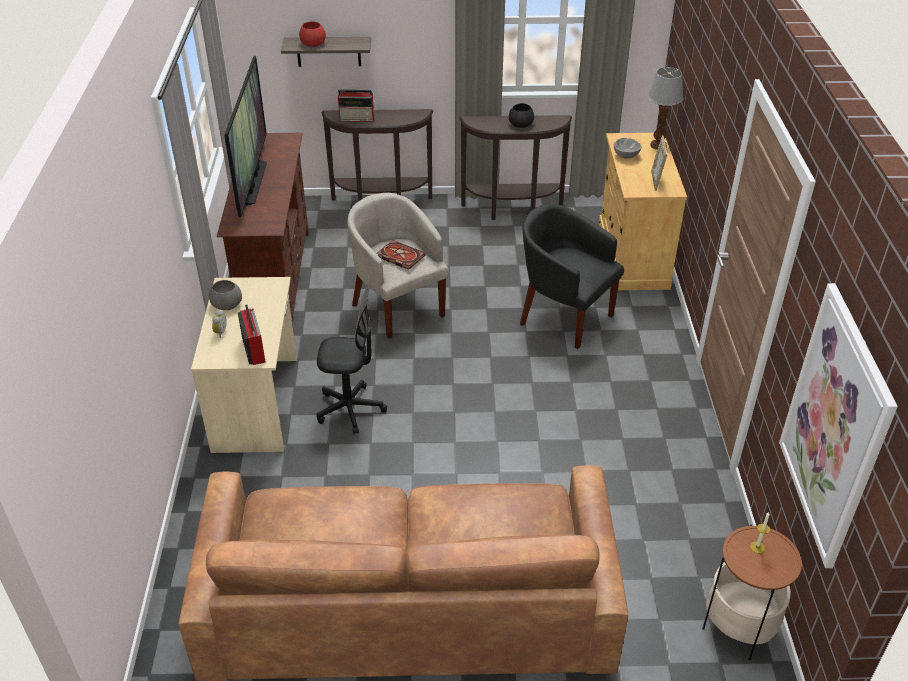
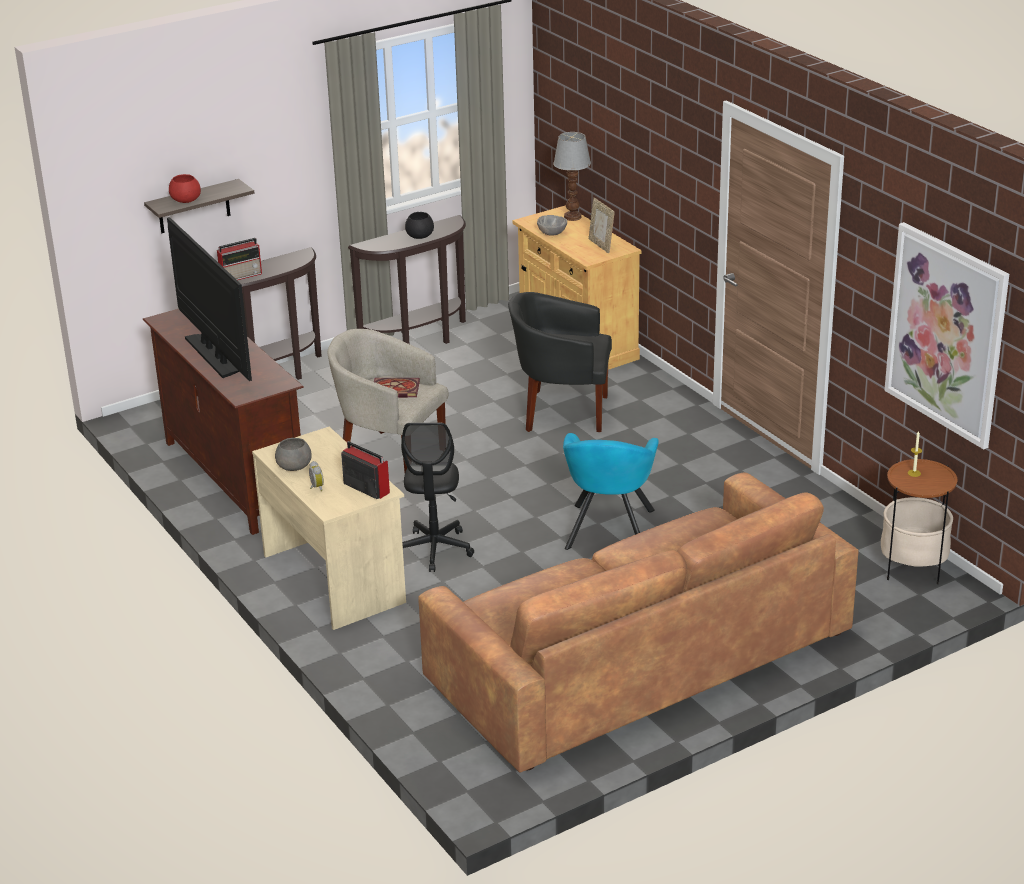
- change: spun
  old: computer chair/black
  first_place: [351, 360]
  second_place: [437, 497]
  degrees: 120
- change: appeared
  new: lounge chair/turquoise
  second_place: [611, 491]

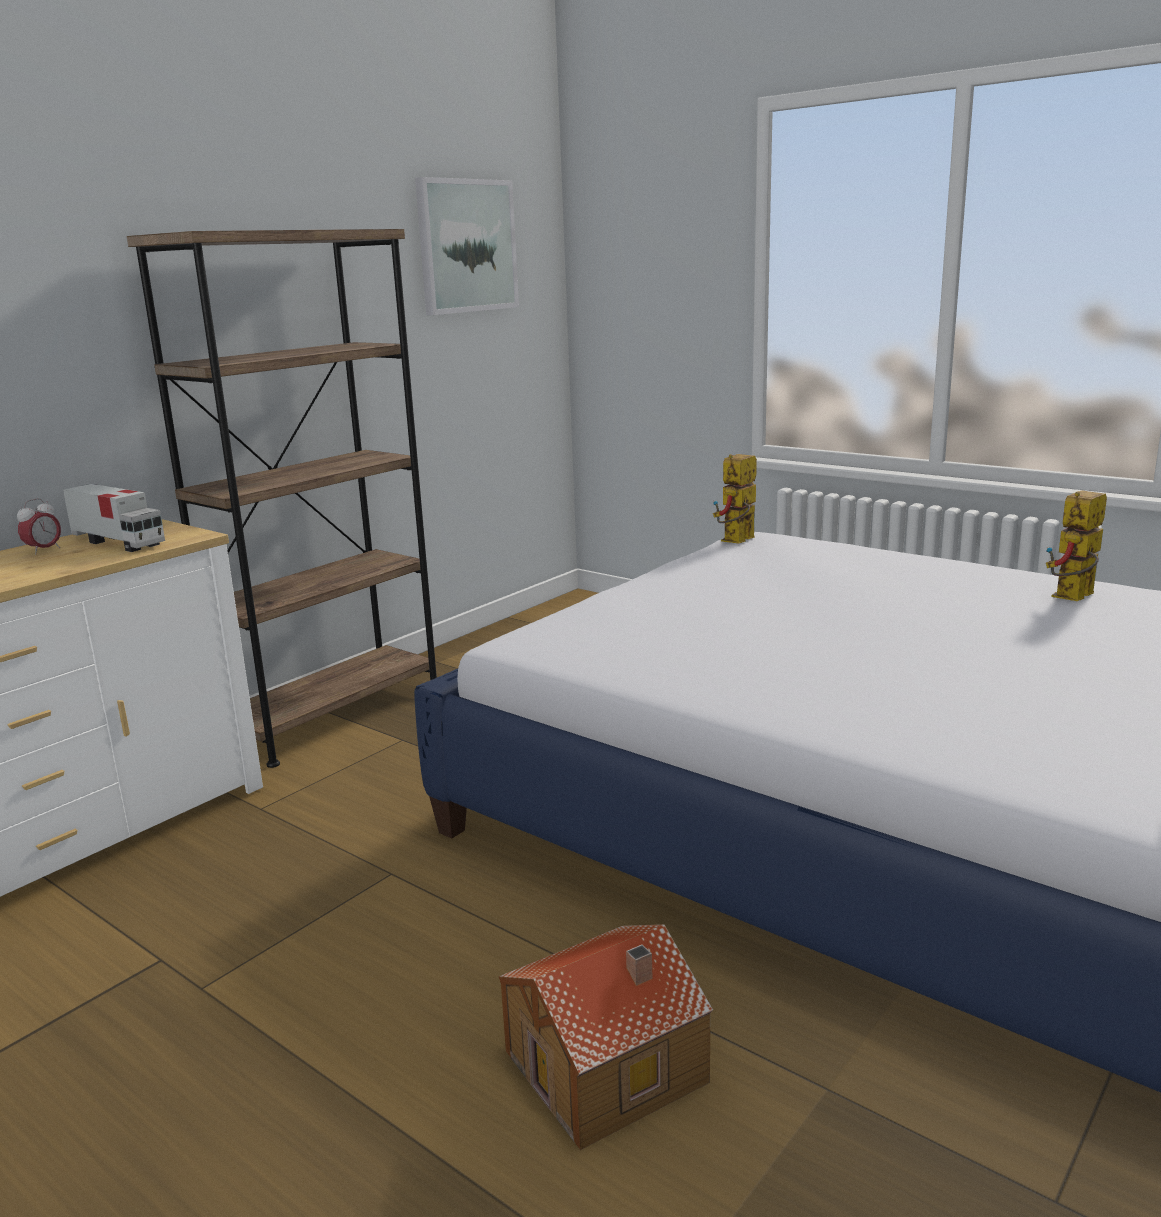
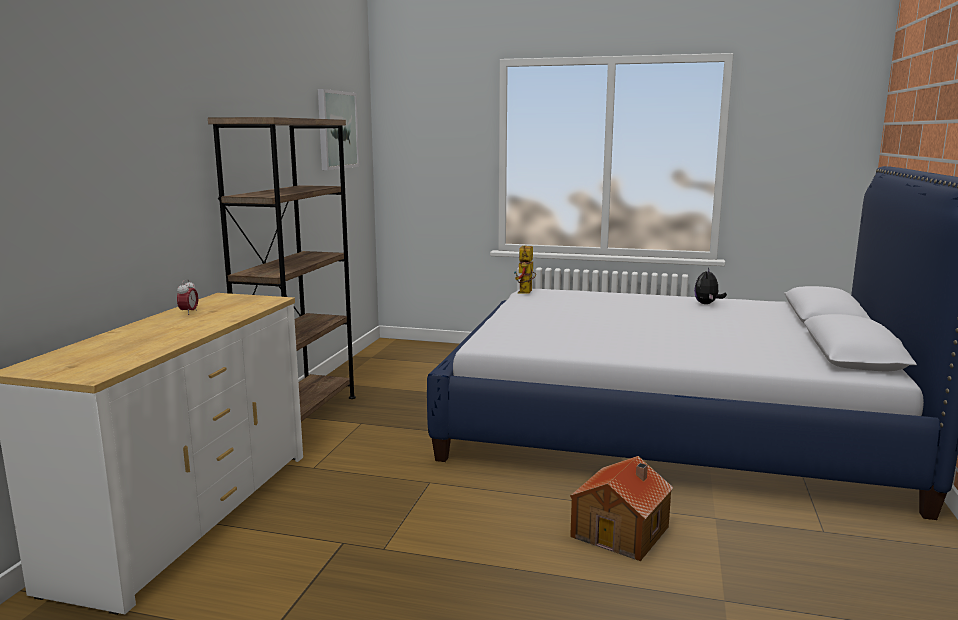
- change: exchanged
  old: model robot
  new: plush toy
  first_place: [1076, 545]
  second_place: [710, 286]
- change: missing
  old: toy lorry
  first_place: [114, 518]

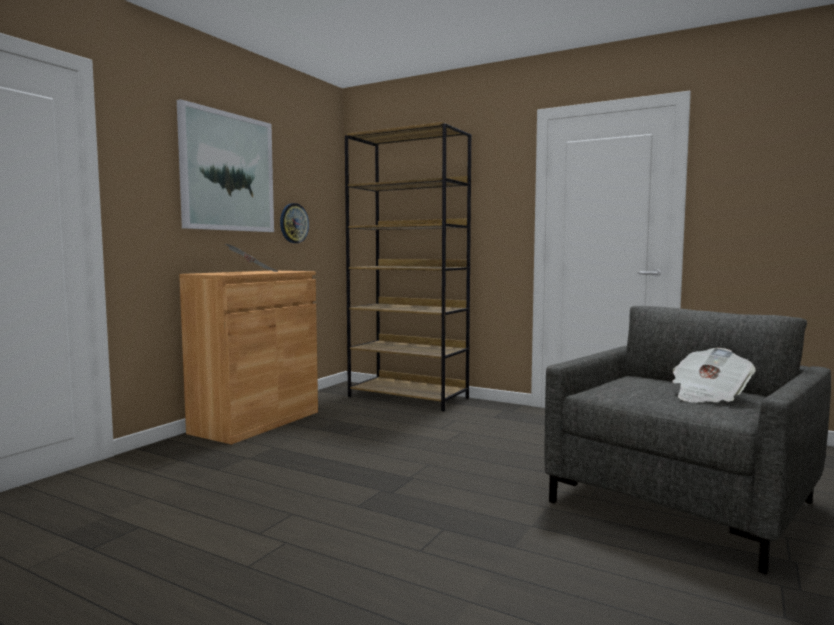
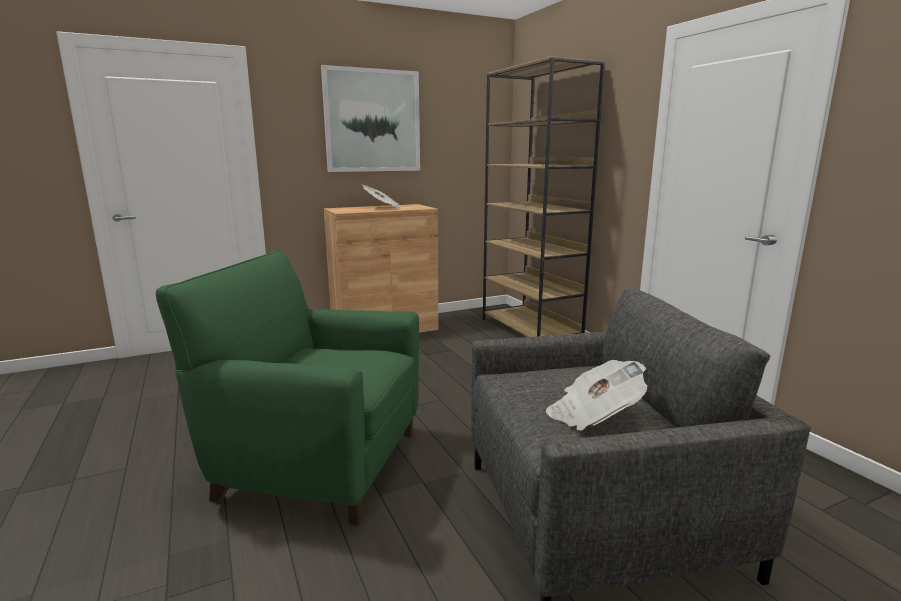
- change: appeared
  new: lounge chair/green-coloured
  second_place: [287, 388]
- change: missing
  old: hanging clock
  first_place: [294, 223]

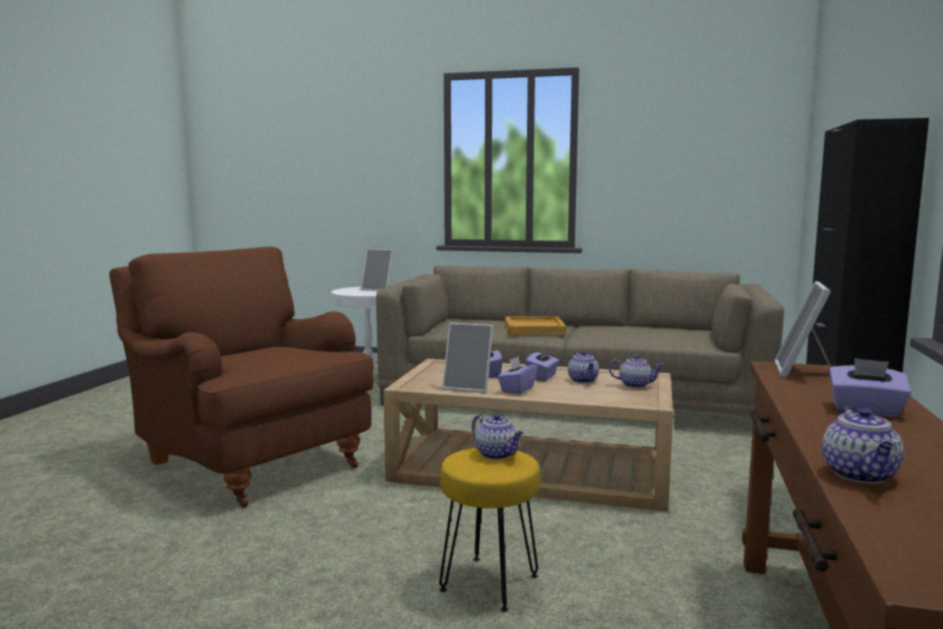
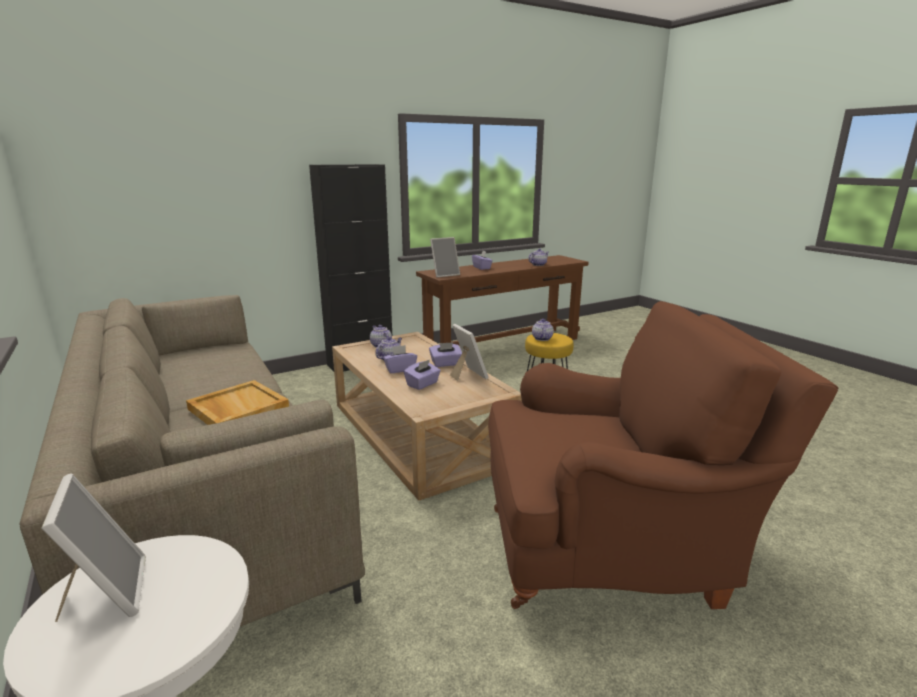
- change: spun
  old: lounge chair/brownish
  first_place: [241, 377]
  second_place: [663, 455]
  degrees: -90

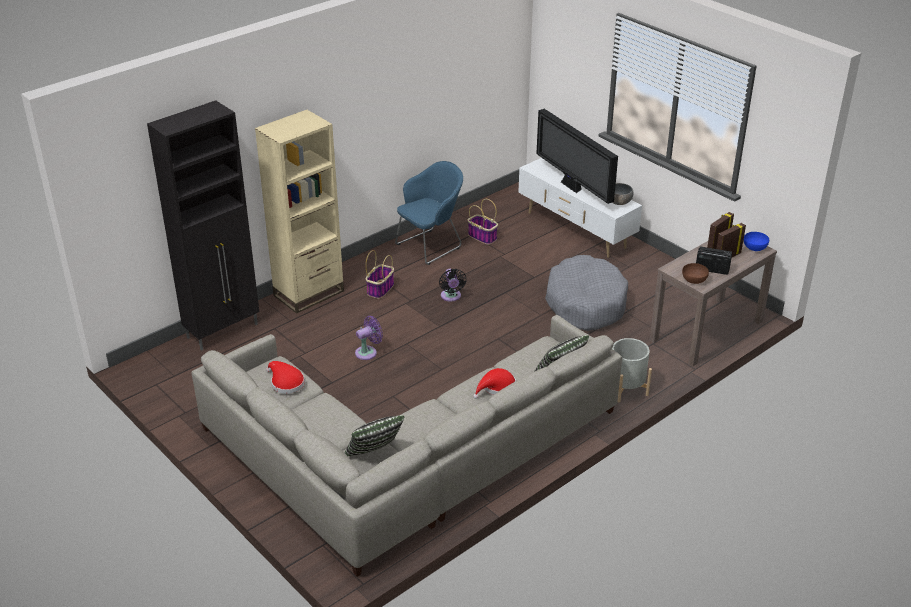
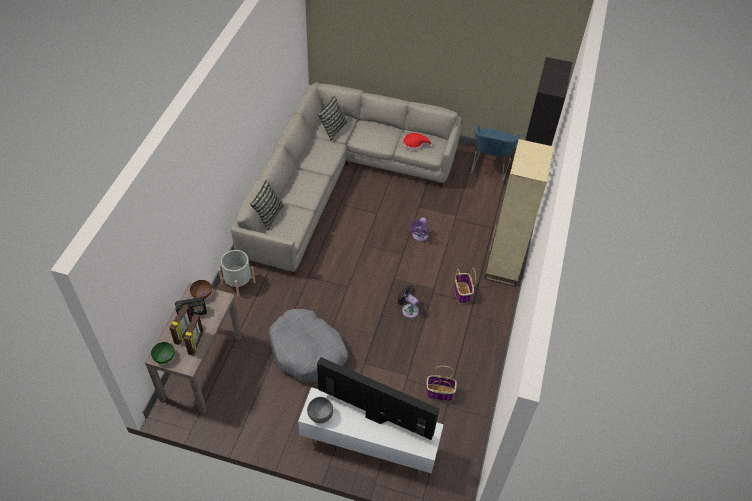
- change: colour
  old: serving bowl/bluish
  new: serving bowl/green-coloured
  first_place: [756, 241]
  second_place: [163, 353]
- change: relocated
  old: lounge chair/bluish
  first_place: [429, 213]
  second_place: [495, 153]
- change: missing
  old: hat/red-coloured
  first_place: [494, 383]

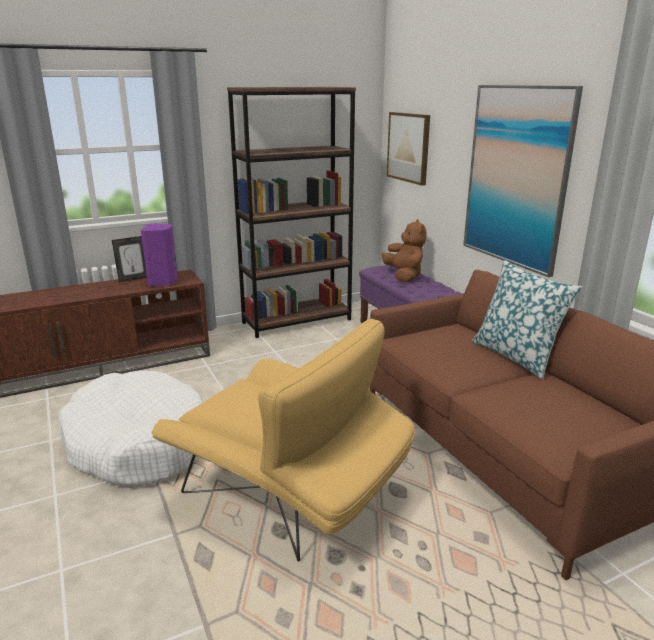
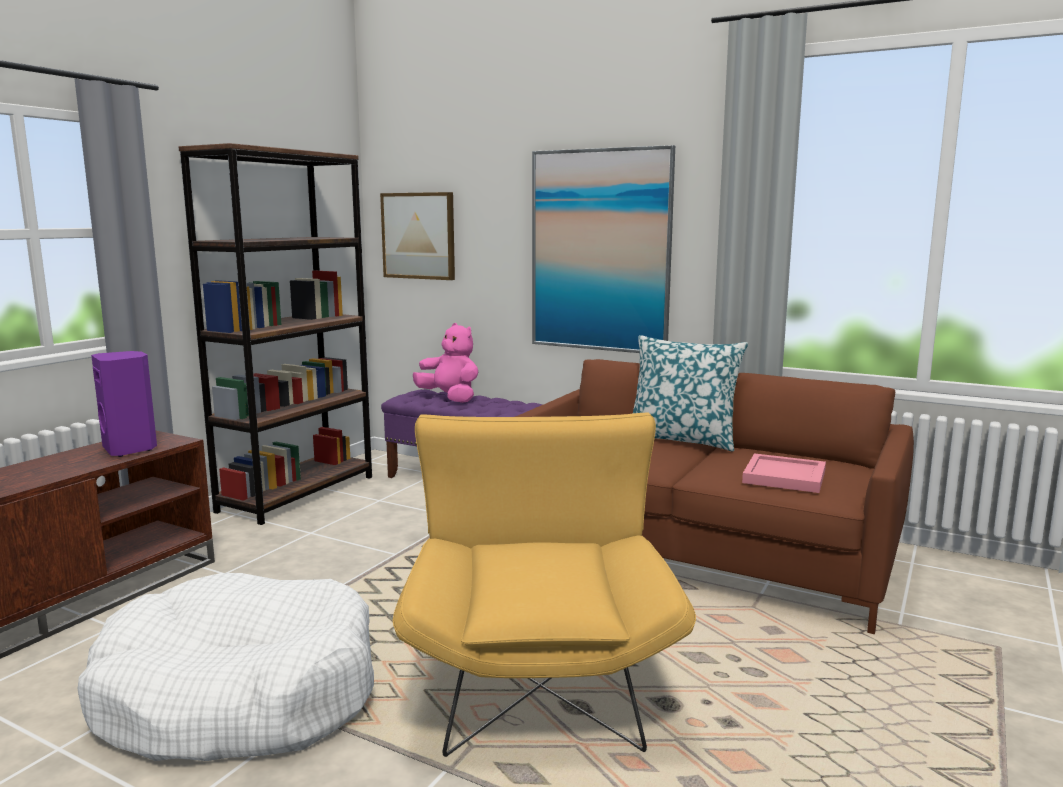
- change: spun
  old: lounge chair/yellow
  first_place: [283, 440]
  second_place: [544, 584]
  degrees: -90
- change: colour
  old: plush toy/brownish
  new: plush toy/pinkish
  first_place: [404, 250]
  second_place: [445, 363]
- change: appeared
  new: serving tray/pinkish
  second_place: [784, 473]
- change: missing
  old: picture frame
  first_place: [129, 259]

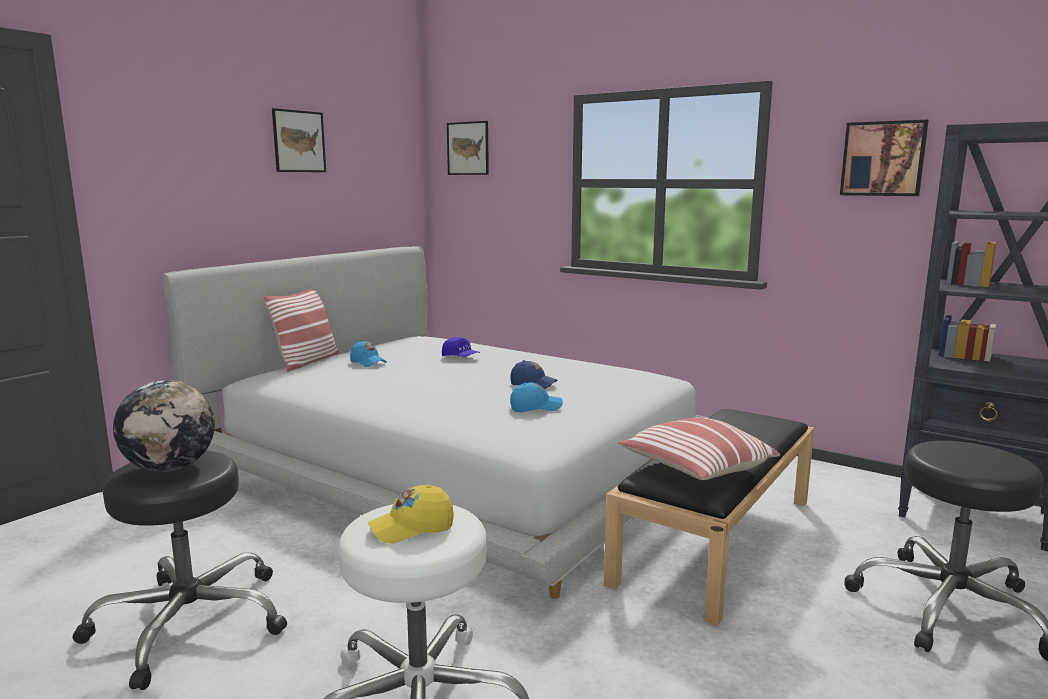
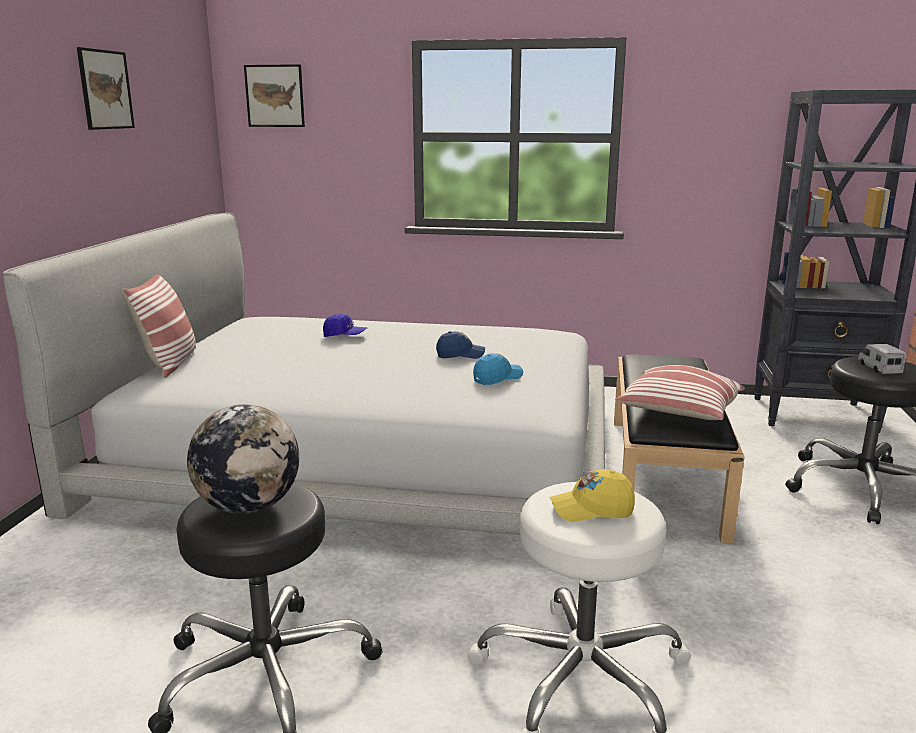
- change: spun
  old: peaked cap/yellow
  first_place: [411, 514]
  second_place: [592, 495]
  degrees: 45
- change: appeared
  new: toy lorry
  second_place: [882, 359]
- change: missing
  old: peaked cap/bluish
  first_place: [368, 354]
- change: missing
  old: wall picture
  first_place: [884, 158]

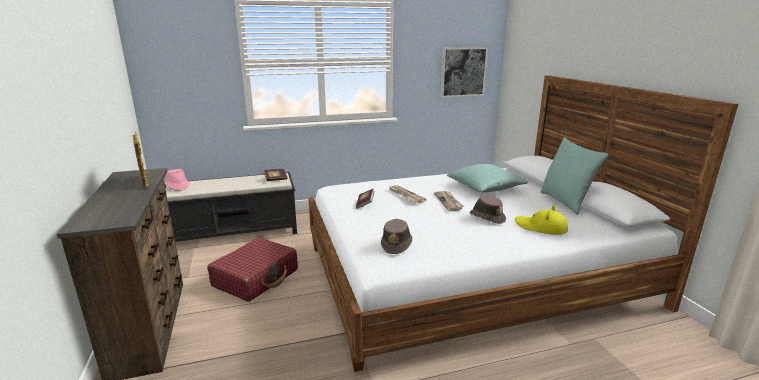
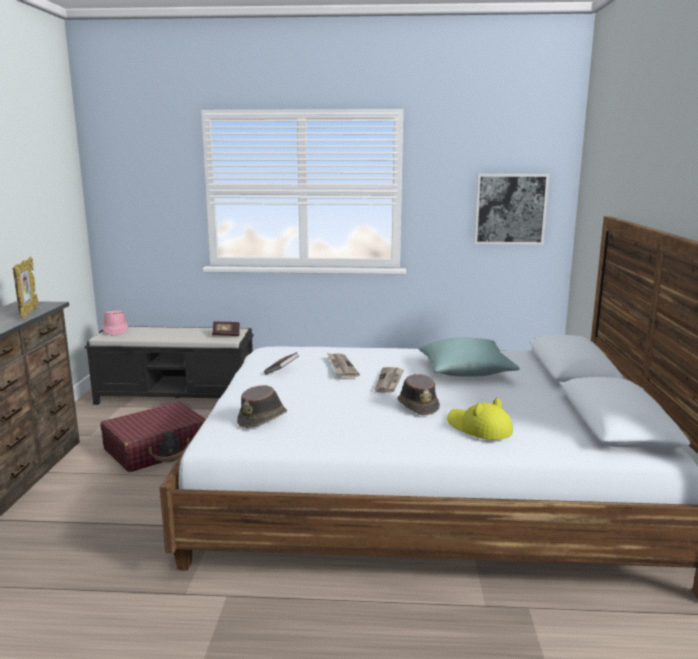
- change: missing
  old: throw pillow/turquoise
  first_place: [575, 176]

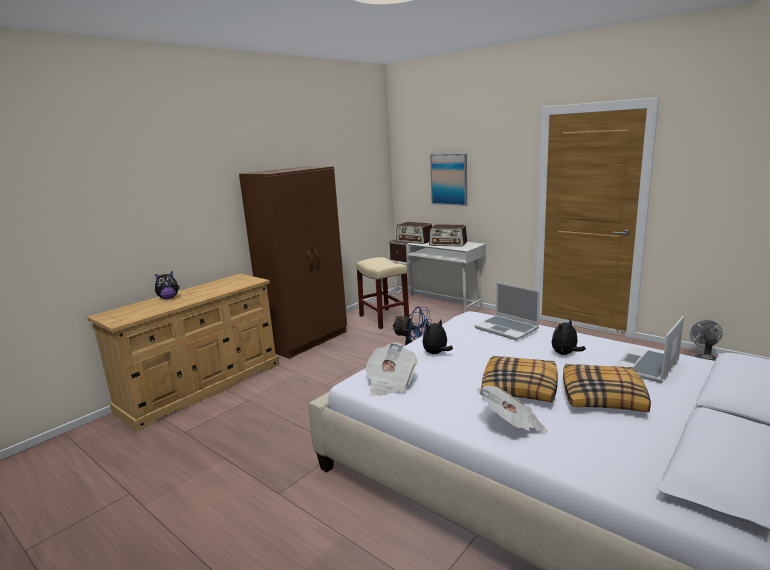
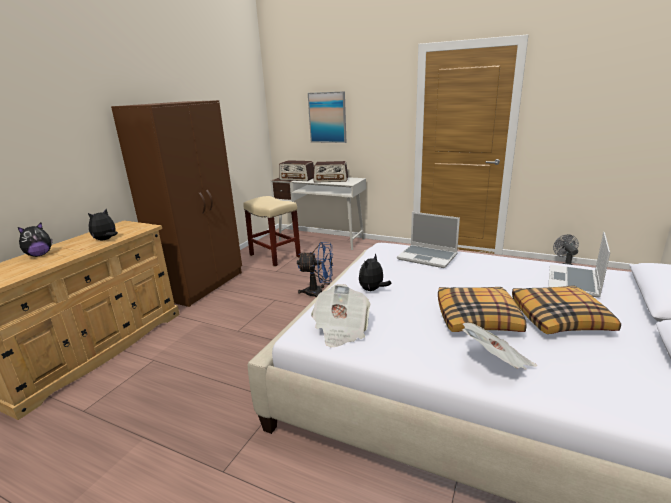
- change: relocated
  old: plush toy
  first_place: [569, 336]
  second_place: [103, 225]

